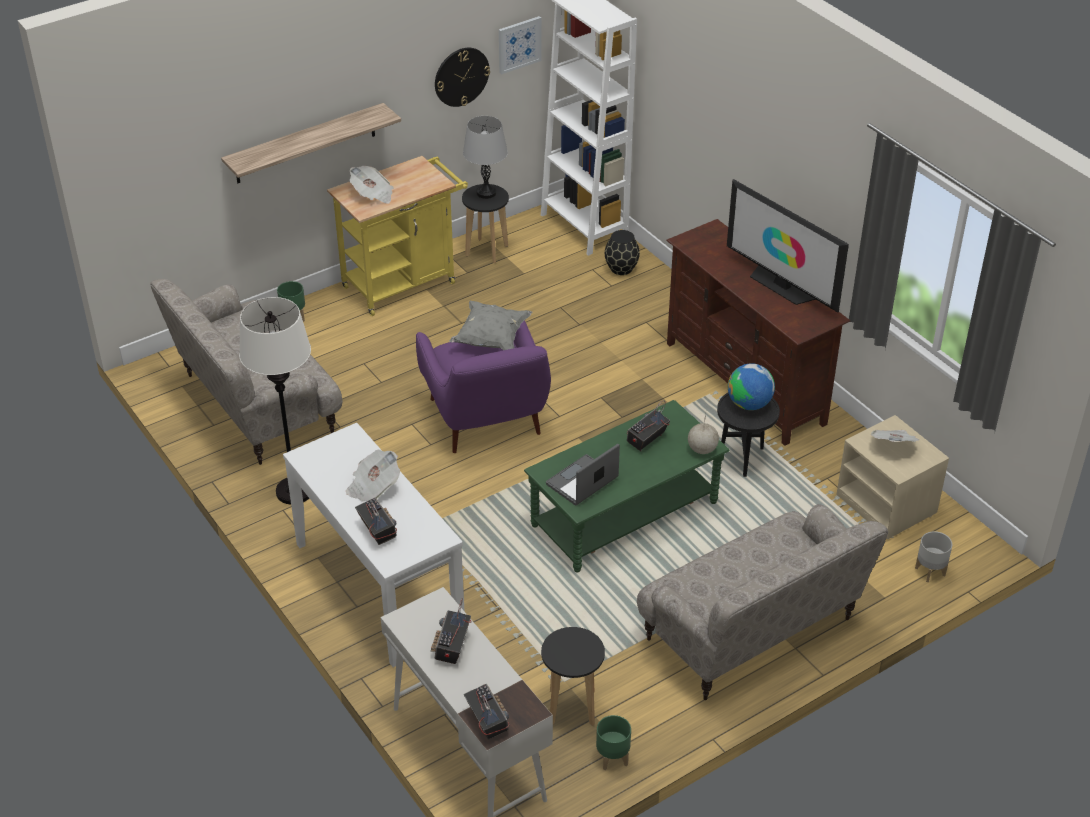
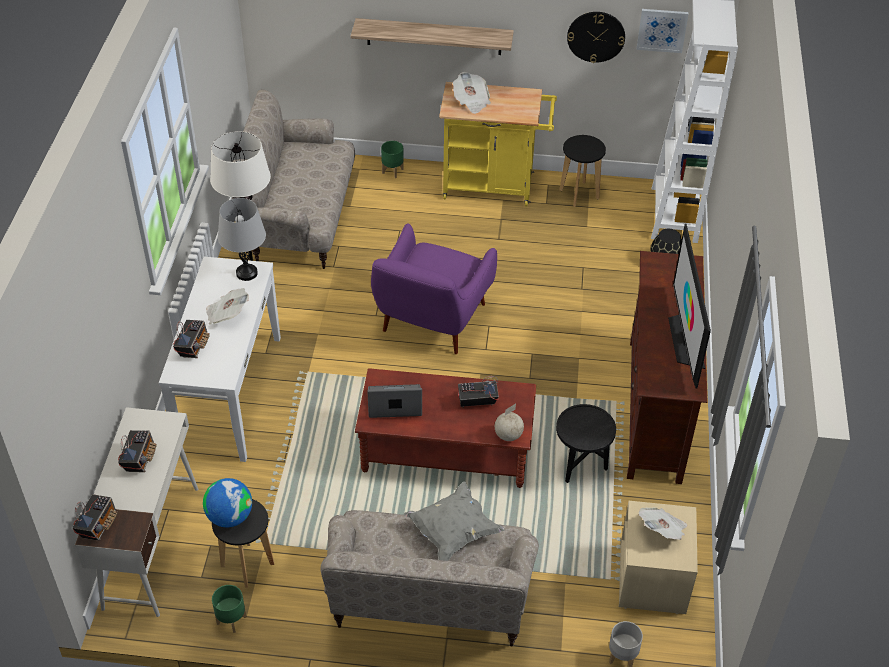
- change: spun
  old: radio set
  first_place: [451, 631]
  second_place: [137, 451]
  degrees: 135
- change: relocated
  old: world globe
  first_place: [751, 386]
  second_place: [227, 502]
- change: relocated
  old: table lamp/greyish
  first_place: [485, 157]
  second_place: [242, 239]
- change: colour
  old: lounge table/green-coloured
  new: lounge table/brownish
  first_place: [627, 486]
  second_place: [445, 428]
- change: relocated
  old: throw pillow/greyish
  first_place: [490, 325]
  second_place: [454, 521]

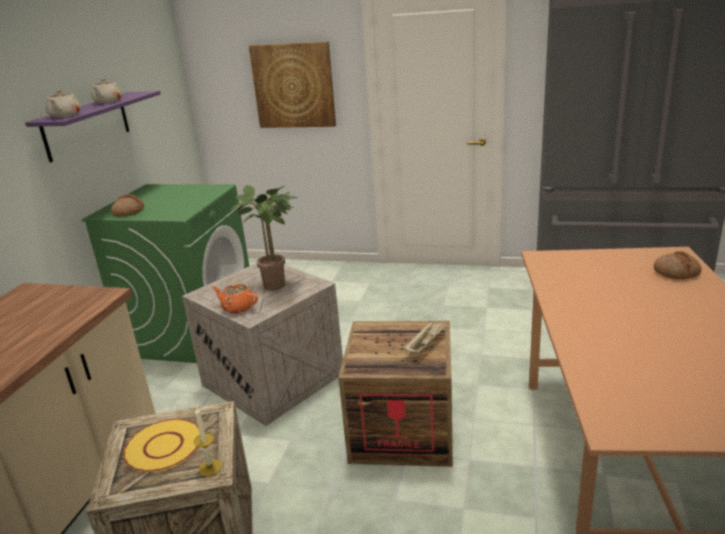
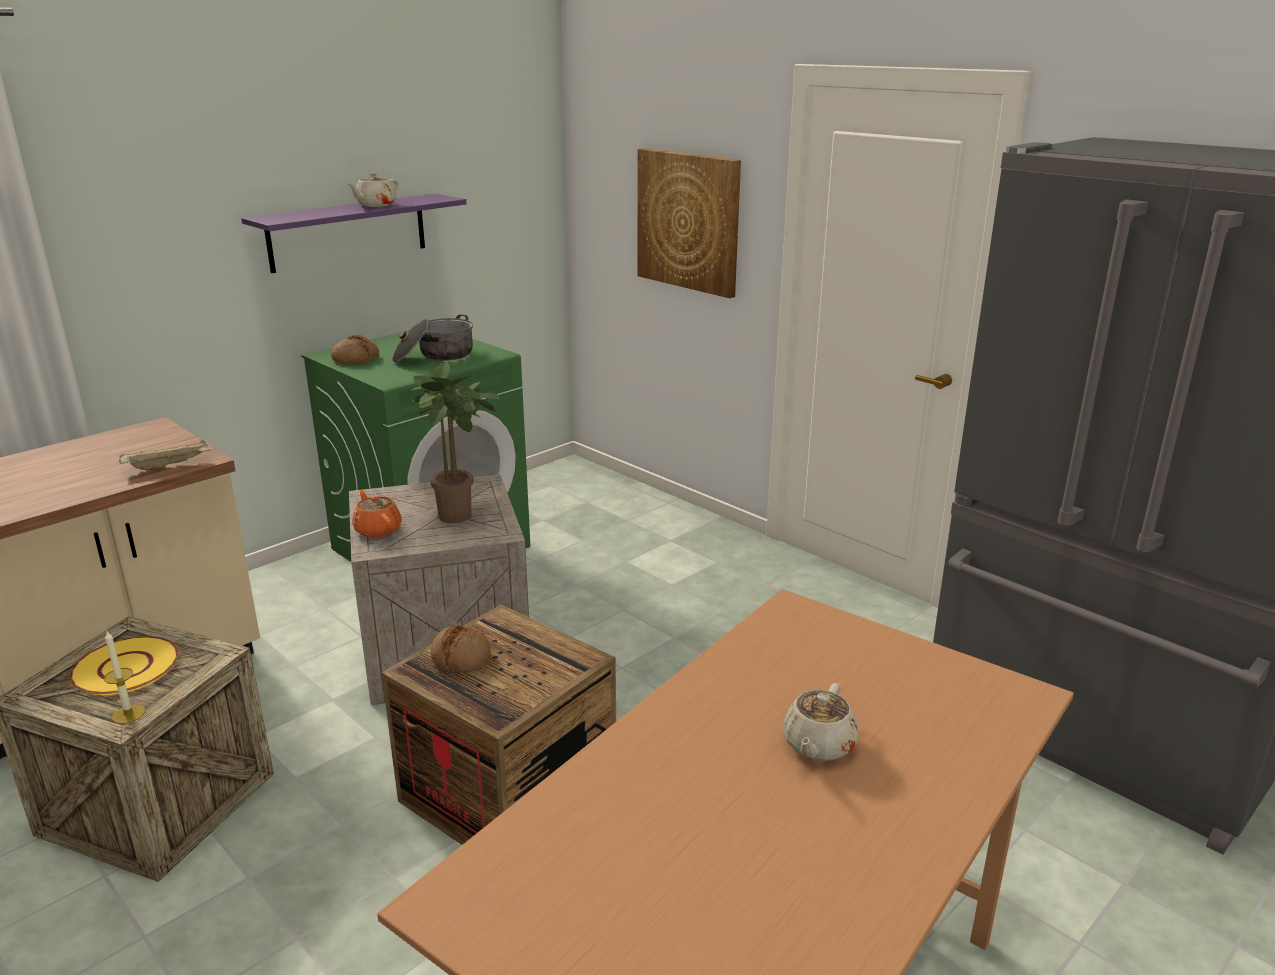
- change: relocated
  old: serving tray/beige-coloured
  first_place: [425, 336]
  second_place: [164, 455]
- change: appeared
  new: saucepot
  second_place: [432, 339]
- change: relocated
  old: bakery bread
  first_place: [678, 265]
  second_place: [460, 649]
- change: relocated
  old: tea pot/beige-coloured
  first_place: [63, 104]
  second_place: [820, 722]

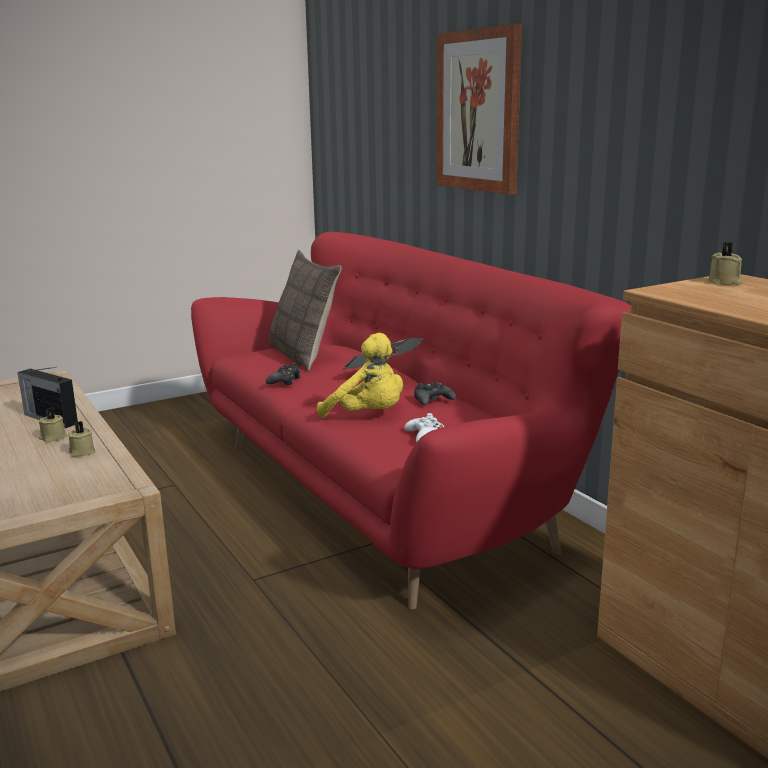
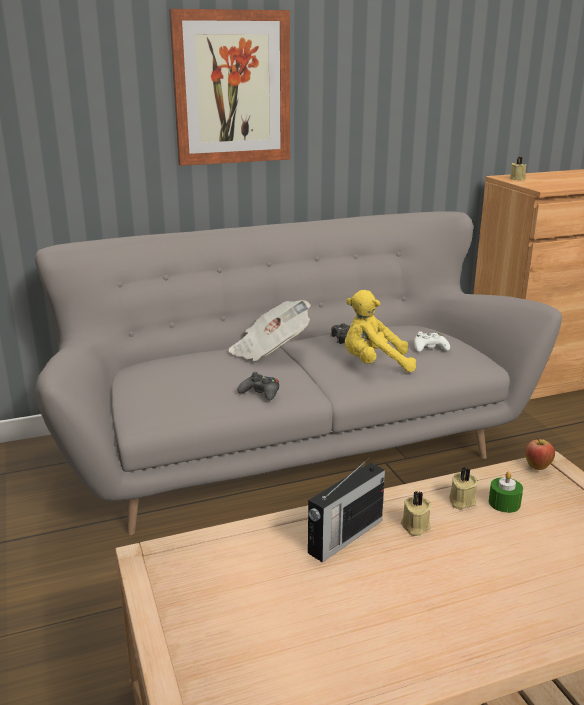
- change: colour
  old: sofa/red-coloured
  new: sofa/greyish
  first_place: [411, 420]
  second_place: [298, 373]
- change: spun
  old: plush toy/yellow
  first_place: [360, 375]
  second_place: [380, 331]
  degrees: -135
- change: appeared
  new: wax light/green-coloured
  second_place: [506, 492]
- change: appeared
  new: apple
  second_place: [540, 453]
- change: missing
  old: throw pillow
  first_place: [305, 310]

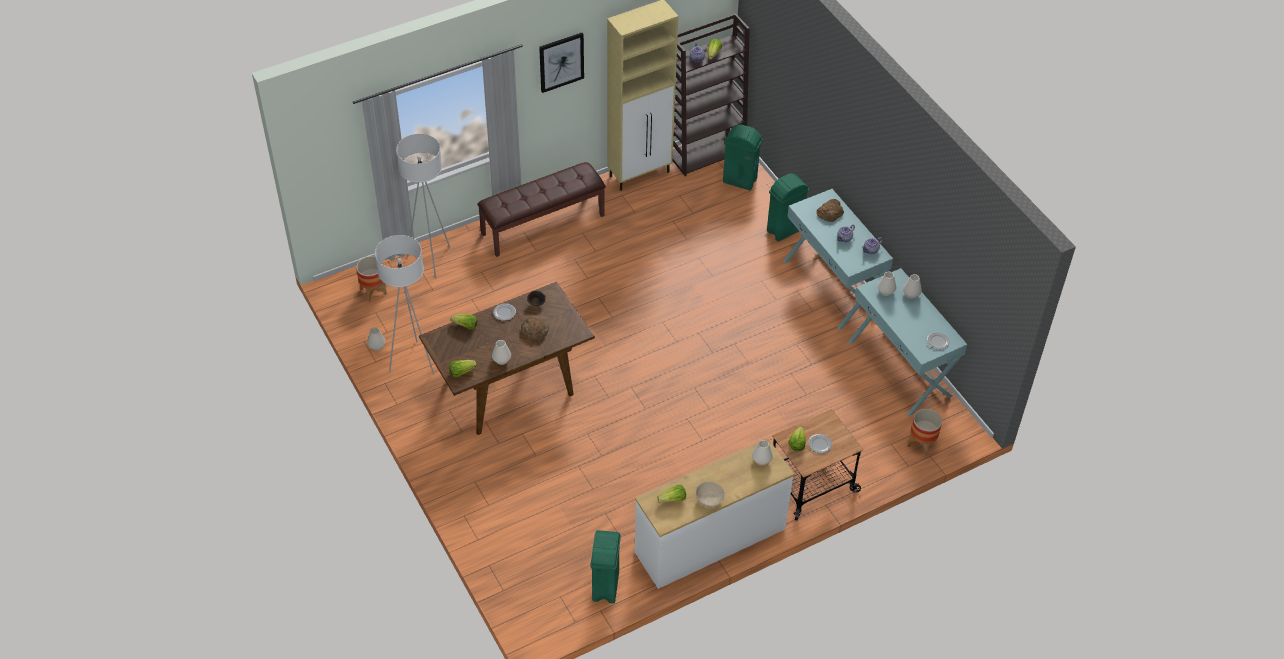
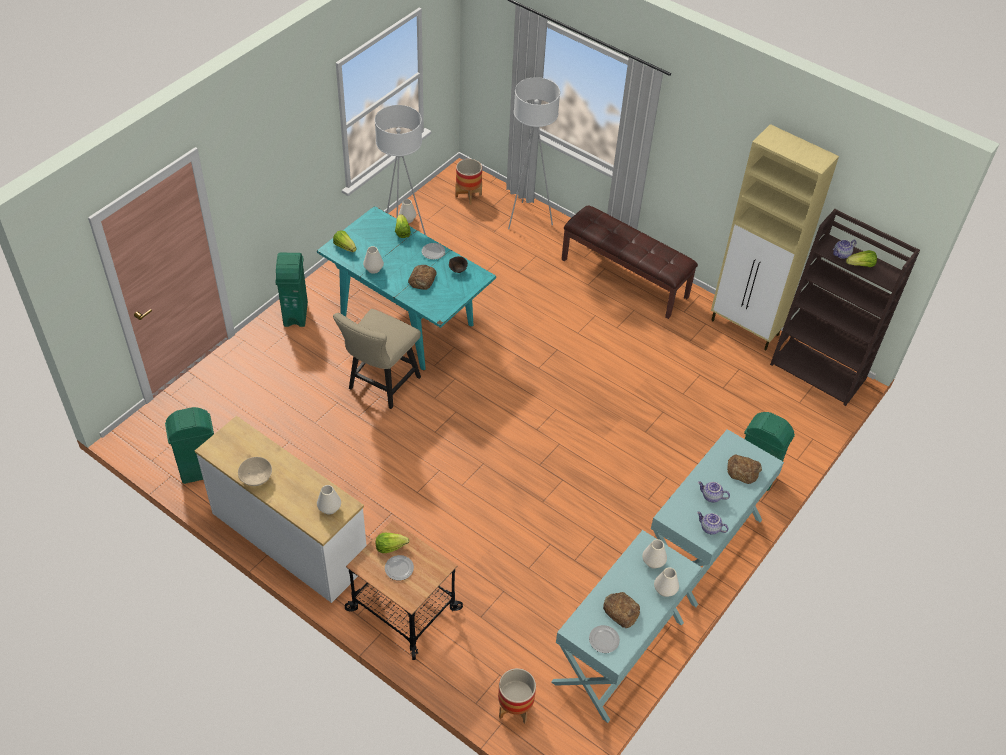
- change: relocated
  old: waste bin/green-coloured
  first_place: [743, 158]
  second_place: [292, 290]
- change: colour
  old: kitchen table/brownish
  new: kitchen table/turquoise
  first_place: [507, 358]
  second_place: [406, 288]
- change: appeared
  new: plain chair/beige-coloured
  second_place: [377, 359]
- change: appeared
  new: bakery bread
  second_place: [621, 610]
- change: missing
  old: wall picture
  first_place: [561, 63]
- change: missing
  old: lettuce
  first_place: [671, 493]

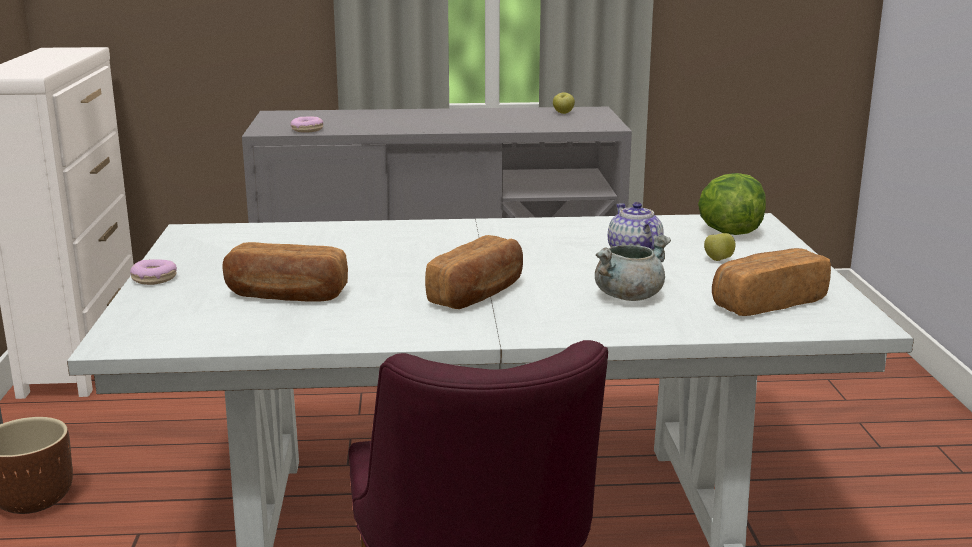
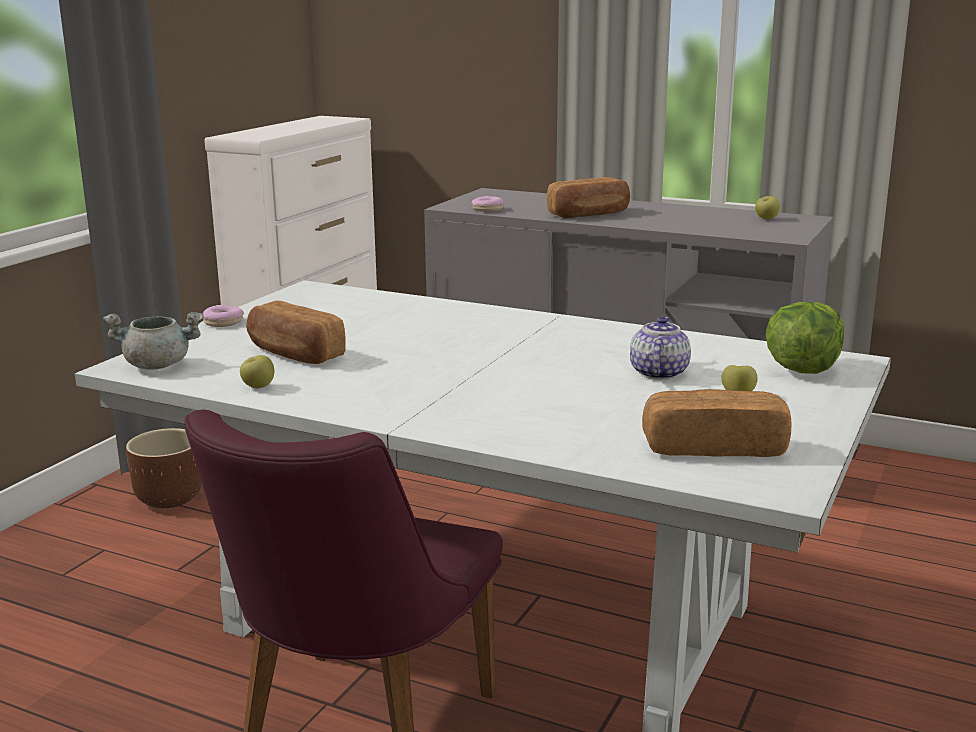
- change: relocated
  old: saucepot/greyish
  first_place: [633, 268]
  second_place: [153, 341]
- change: appeared
  new: apple
  second_place: [257, 371]
- change: relocated
  old: bakery bread
  first_place: [474, 272]
  second_place: [588, 197]

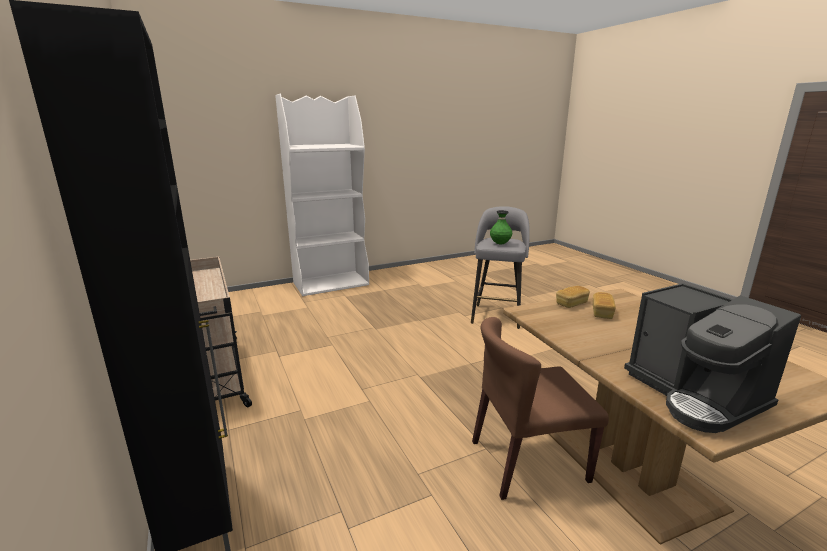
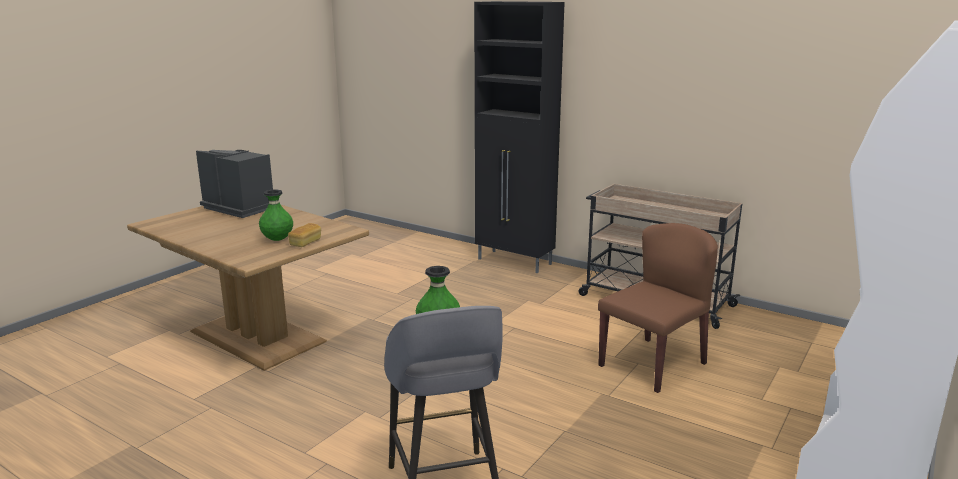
- change: exchanged
  old: bakery bread
  new: decorative vase/green-coloured
  first_place: [604, 305]
  second_place: [276, 215]
- change: relocated
  old: plain chair/brownish
  first_place: [540, 408]
  second_place: [658, 308]

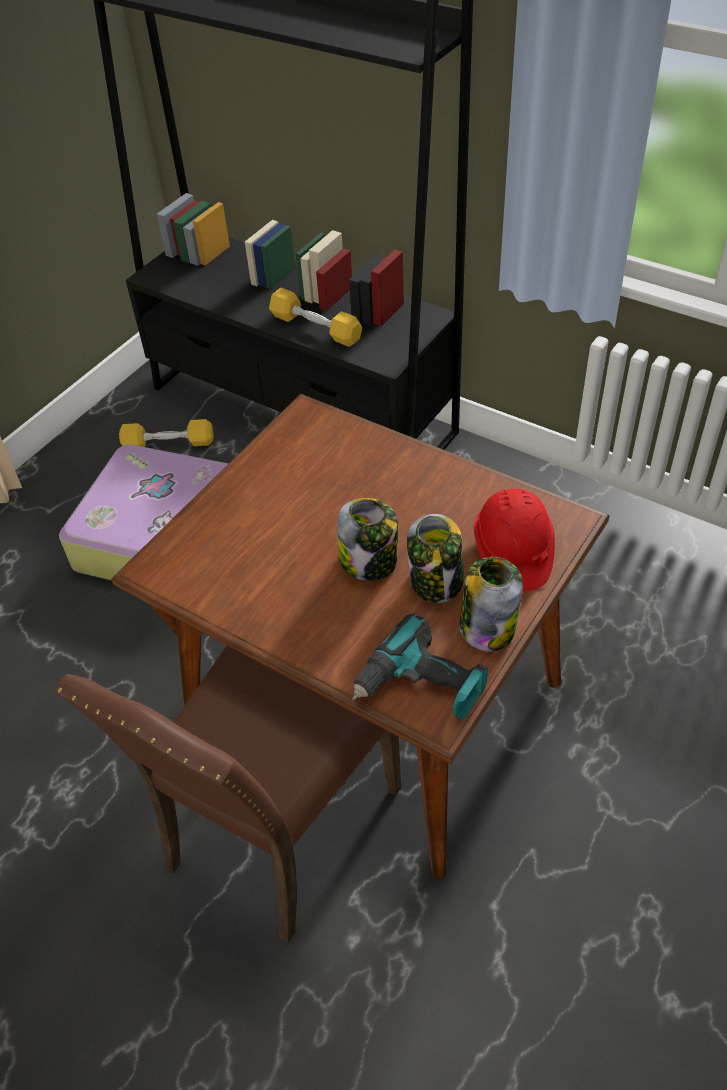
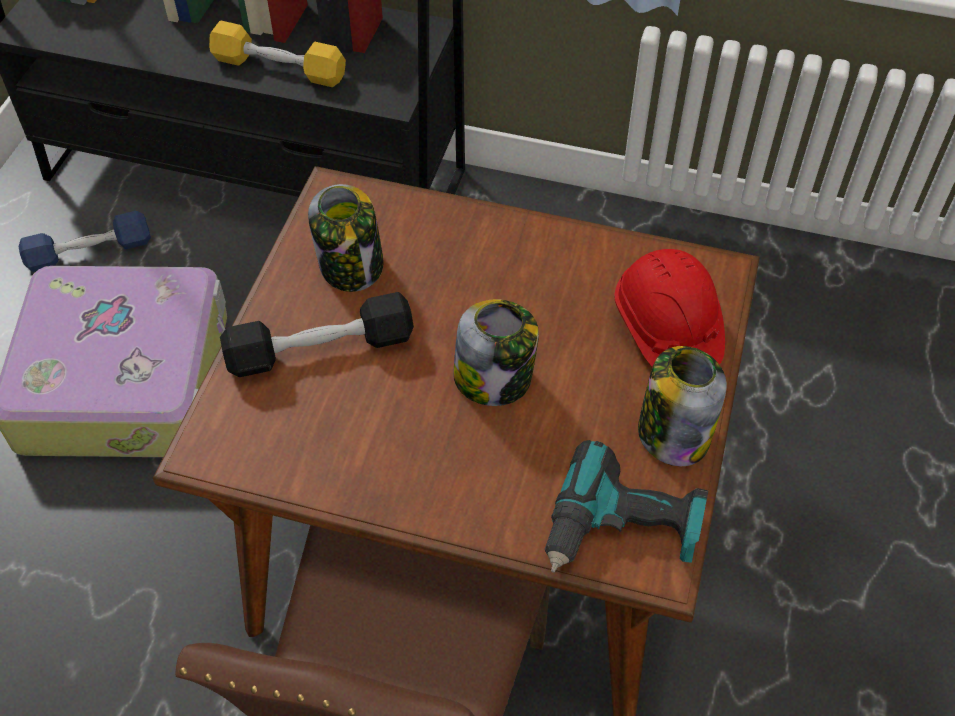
- change: colour
  old: hand weight/yellow
  new: hand weight/bluish
  first_place: [166, 433]
  second_place: [85, 241]
- change: appeared
  new: hand weight/black
  second_place: [317, 334]
- change: relocated
  old: preserve jar
  first_place: [435, 558]
  second_place: [345, 238]

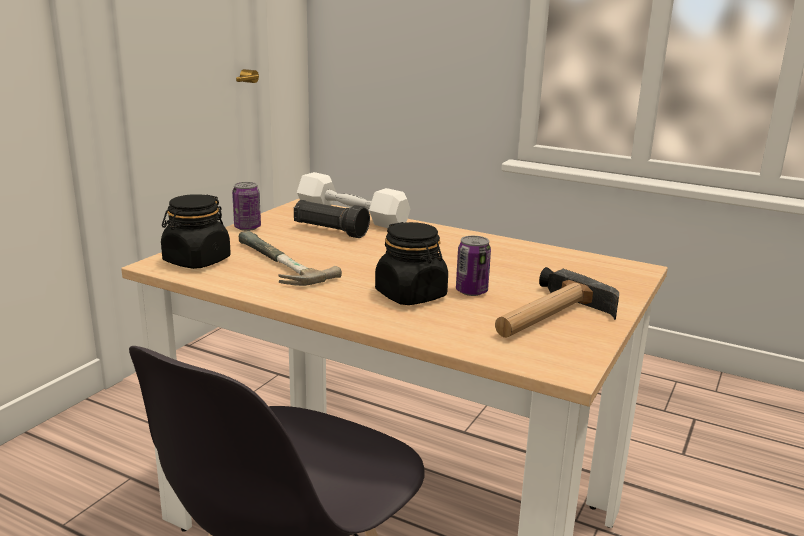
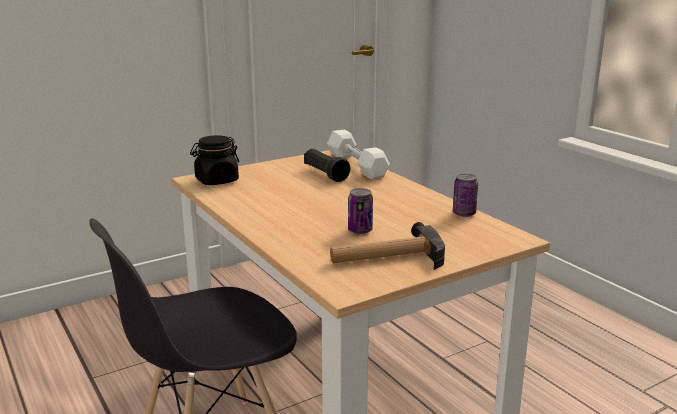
- change: relocated
  old: sealed can
  first_place: [246, 206]
  second_place: [465, 195]
- change: missing
  old: tool hammer
  first_place: [290, 258]
- change: missing
  old: preserve jar/black
  first_place: [411, 263]

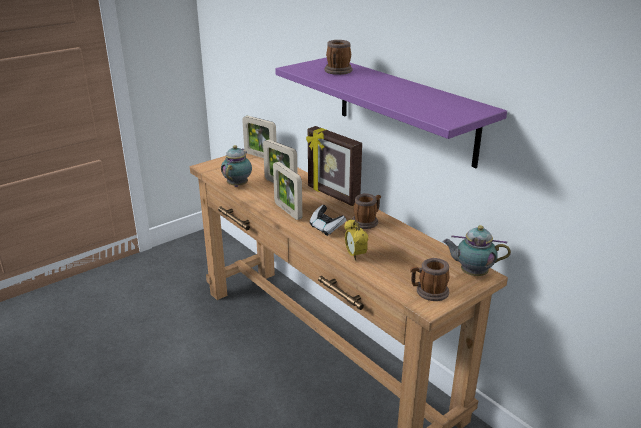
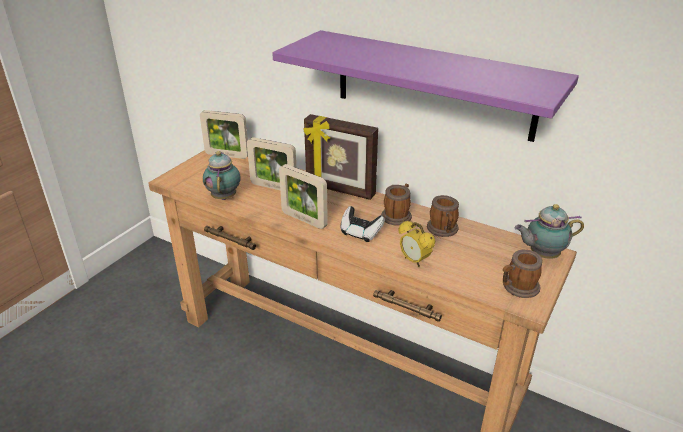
- change: relocated
  old: tea mug
  first_place: [339, 57]
  second_place: [443, 216]

